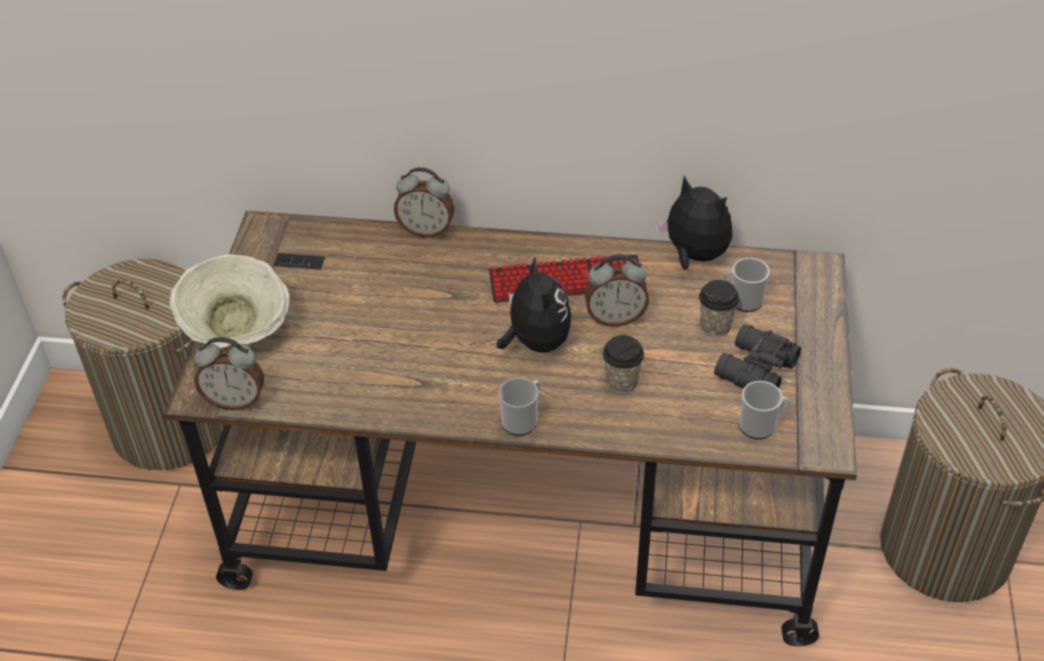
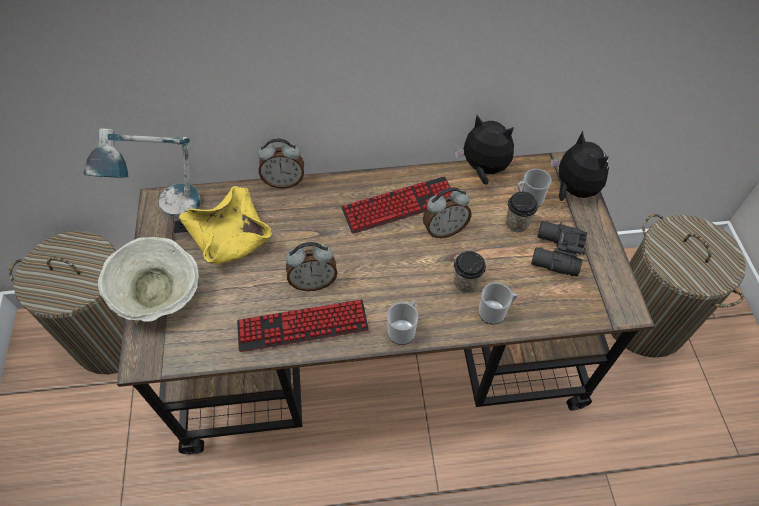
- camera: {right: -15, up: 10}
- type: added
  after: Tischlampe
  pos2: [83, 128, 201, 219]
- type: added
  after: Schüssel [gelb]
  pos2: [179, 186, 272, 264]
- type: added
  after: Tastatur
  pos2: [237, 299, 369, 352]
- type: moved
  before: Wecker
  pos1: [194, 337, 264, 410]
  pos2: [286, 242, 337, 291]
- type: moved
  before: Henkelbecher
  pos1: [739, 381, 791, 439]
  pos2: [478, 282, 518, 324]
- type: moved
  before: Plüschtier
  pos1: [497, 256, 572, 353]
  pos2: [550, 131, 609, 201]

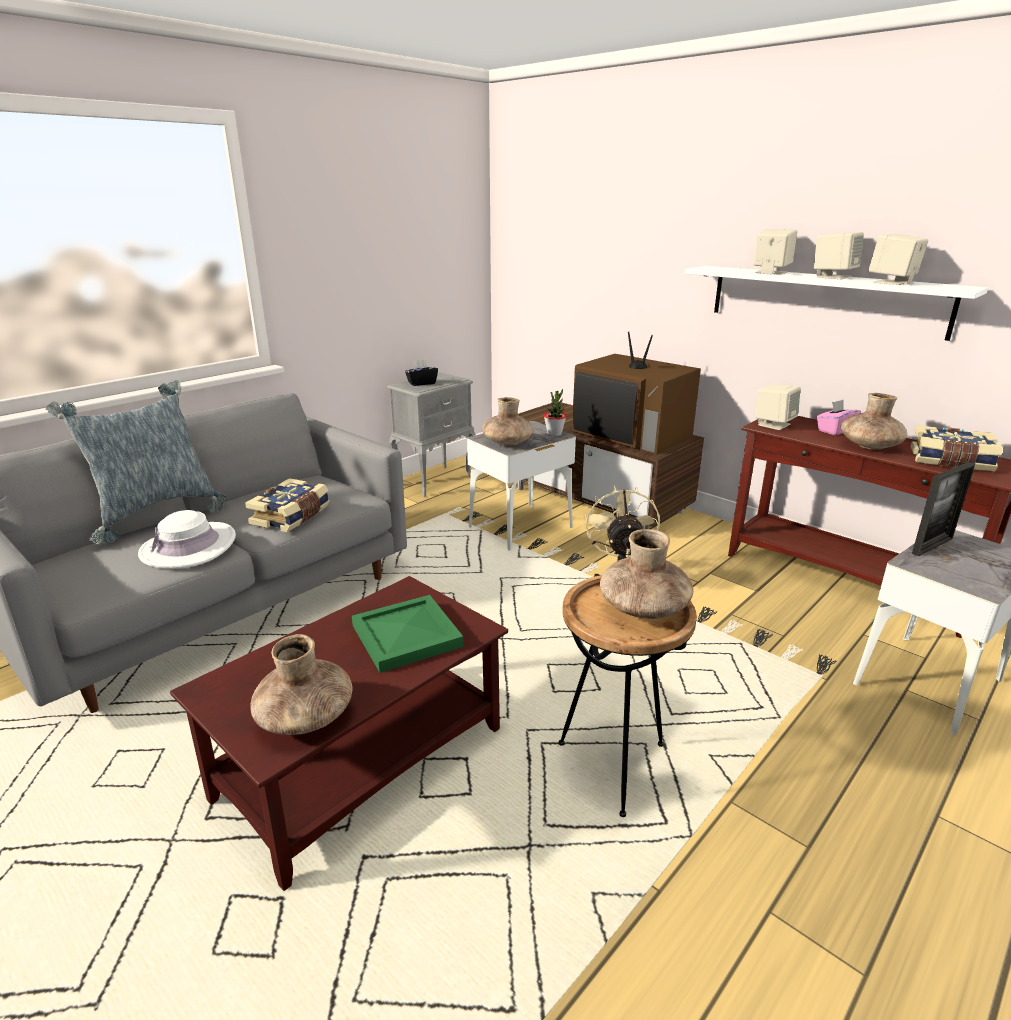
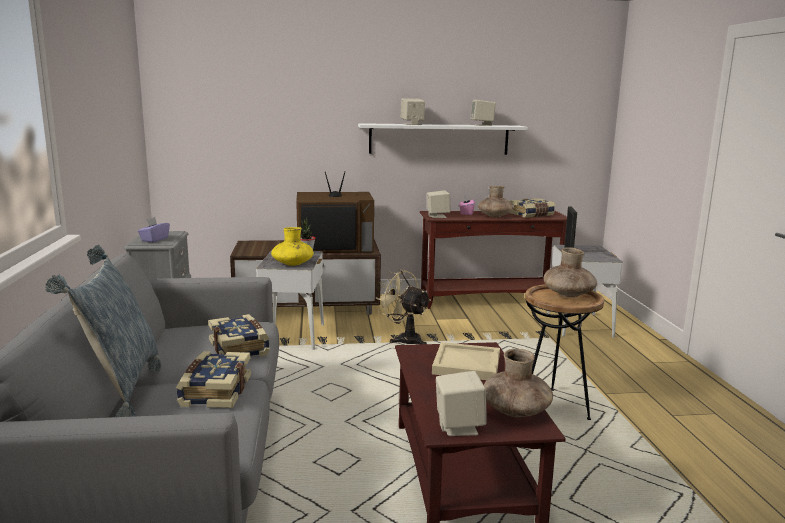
- camera: {right: -50, up: -10}
- type: recoloured
  before: Taschentuchbox [schwarz]
  after: Taschentuchbox [lila]
  pos1: [405, 359, 438, 386]
  pos2: [138, 217, 170, 242]
- type: replaced
  before: Hut [weiß]
  after: Buch
  pos1: [138, 510, 236, 569]
  pos2: [176, 351, 251, 408]
- type: recoloured
  before: Vase [braun]
  after: Vase [gelb]
  pos1: [482, 397, 533, 446]
  pos2: [271, 227, 314, 266]
- type: recoloured
  before: Tablett [grün]
  after: Tablett [beige]
  pos1: [352, 595, 464, 673]
  pos2: [432, 342, 500, 380]
- type: moved
  before: Lautsprecher [beige]
  pos1: [814, 232, 864, 279]
  pos2: [436, 371, 487, 436]

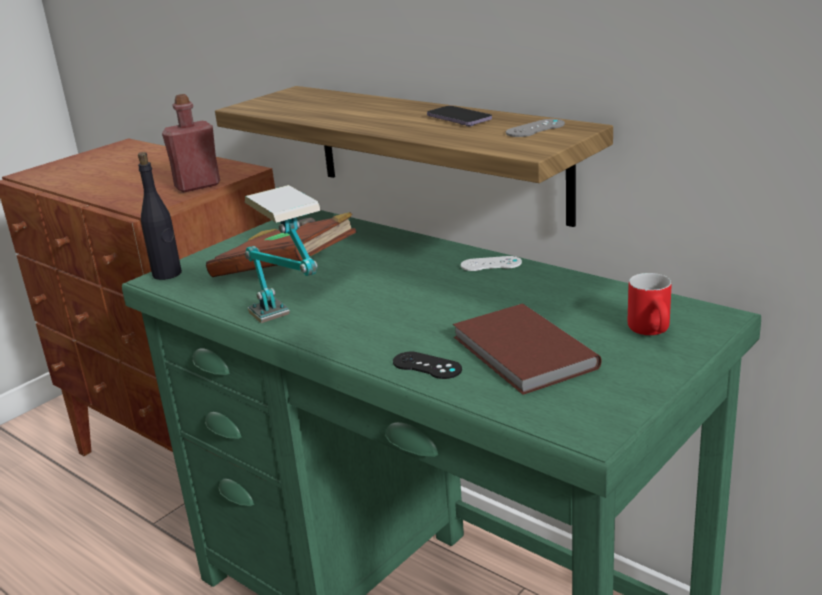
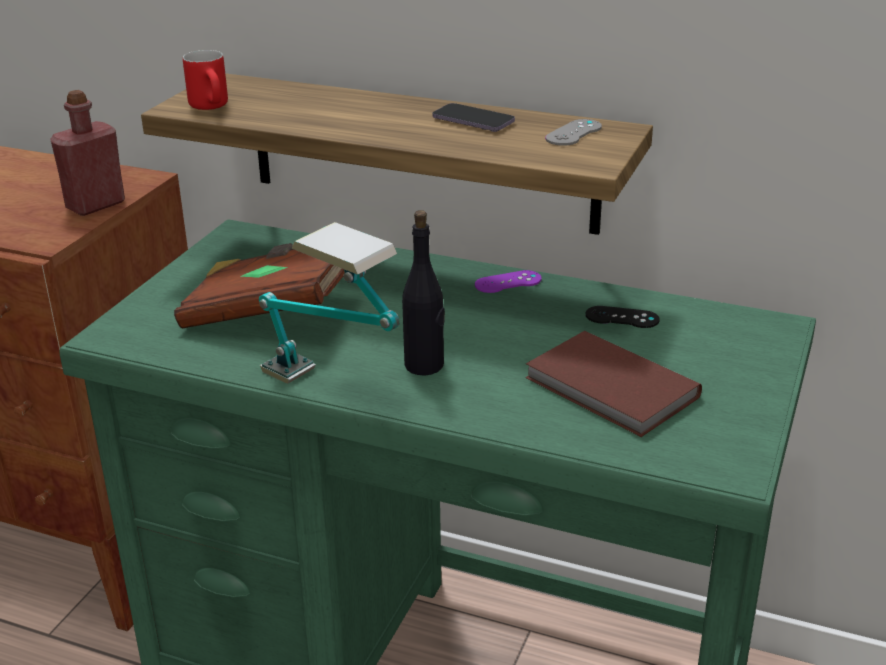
- camera: {right: -20, up: 5}
- type: moved
  before: Henkelbecher [rot]
  pos1: [628, 273, 671, 335]
  pos2: [183, 50, 228, 110]
- type: moved
  before: Flasche [schwarz]
  pos1: [138, 152, 182, 280]
  pos2: [402, 210, 445, 376]
- type: recoloured
  before: Gamepad [weiß]
  after: Gamepad [lila]
  pos1: [461, 256, 522, 271]
  pos2: [475, 270, 542, 293]
- type: moved
  before: Gamepad [schwarz]
  pos1: [393, 352, 462, 379]
  pos2: [586, 306, 660, 328]

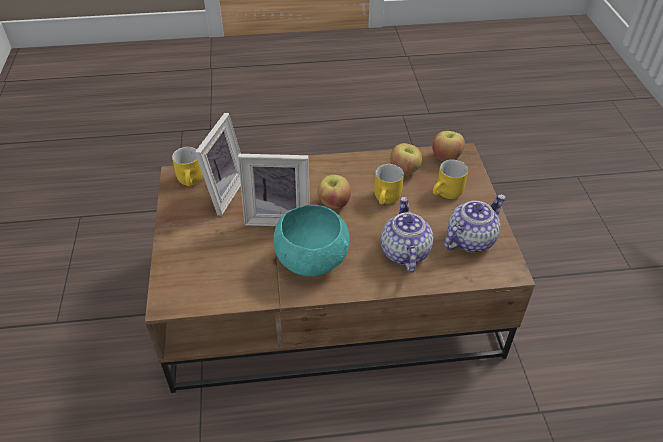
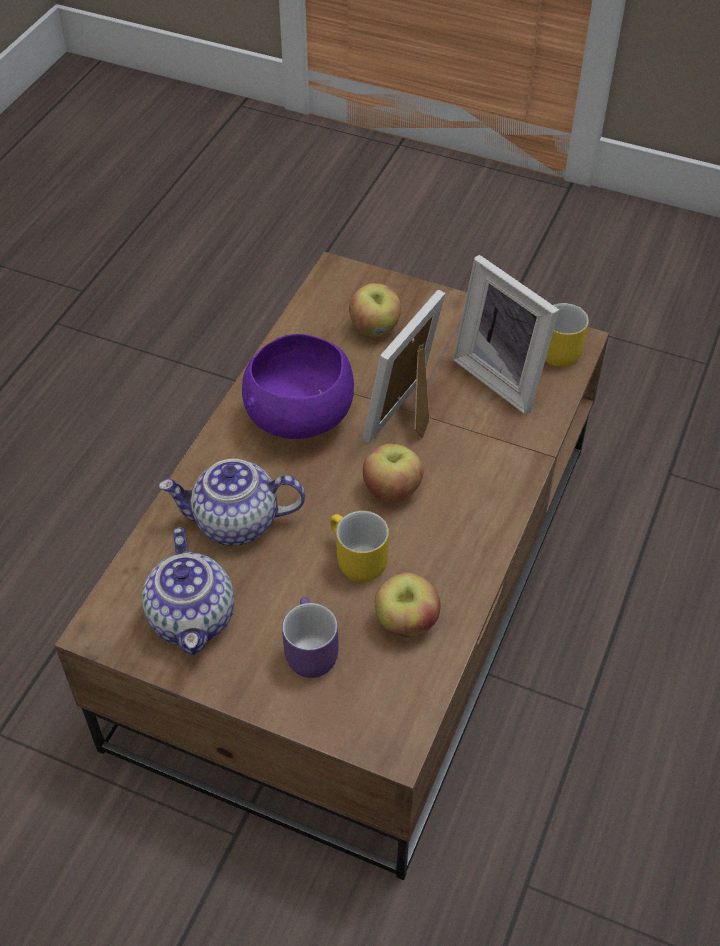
- camera: {right: 120, up: 5}
- type: turned
  before: Teekanne
  pos1: [381, 197, 433, 273]
  pos2: [159, 459, 305, 546]
  turn: 150
- type: recoloured
  before: Schüssel [türkis]
  after: Schüssel [lila]
  pos1: [273, 205, 350, 277]
  pos2: [242, 334, 354, 439]
- type: recoloured
  before: Henkelbecher [gelb]
  after: Henkelbecher [lila]
  pos1: [433, 160, 468, 199]
  pos2: [282, 597, 339, 678]
- type: moved
  before: Apfel
  pos1: [432, 131, 465, 161]
  pos2: [349, 283, 401, 336]

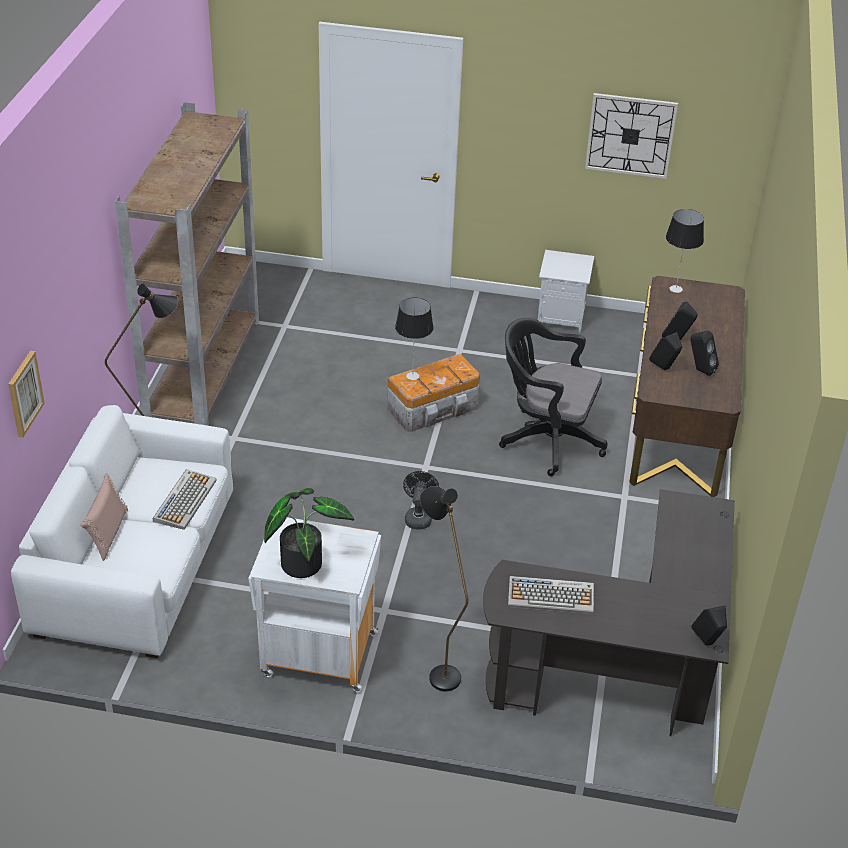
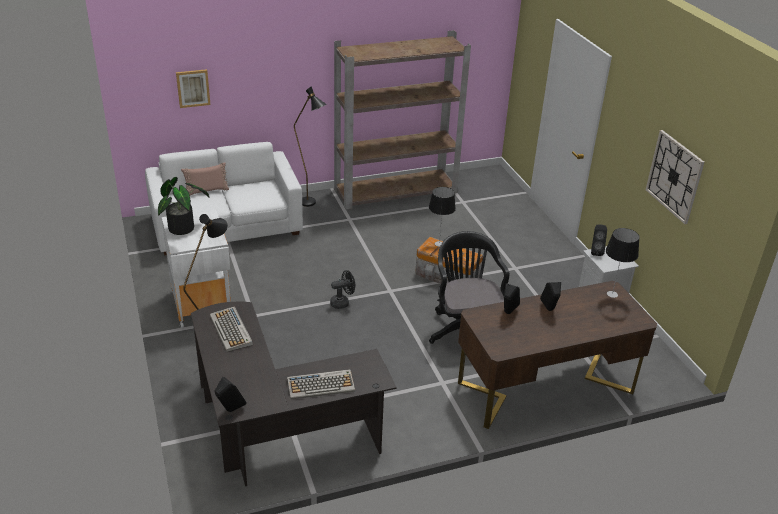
- camera: {right: 60, up: -5}
- type: moved
  before: Tastatur
  pos1: [153, 469, 216, 530]
  pos2: [287, 369, 355, 400]
- type: moved
  before: Lautsprecher [schwarz]
  pos1: [690, 331, 719, 376]
  pos2: [591, 224, 607, 256]

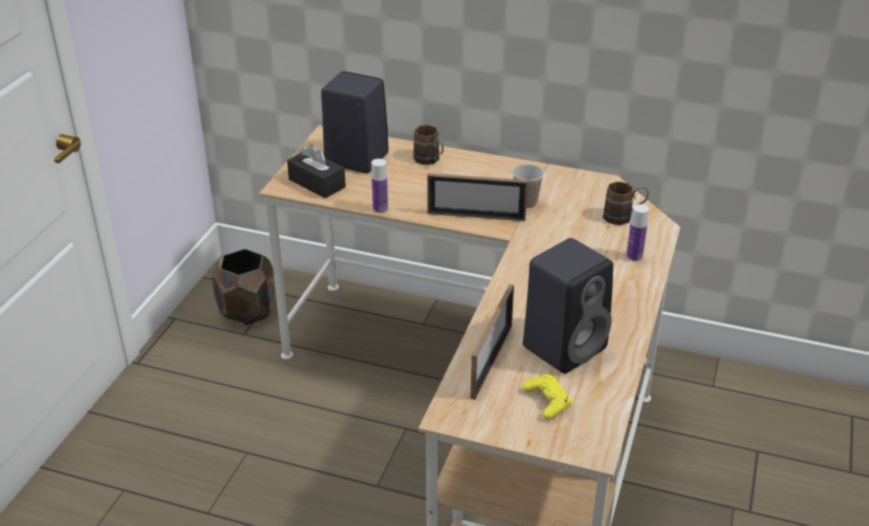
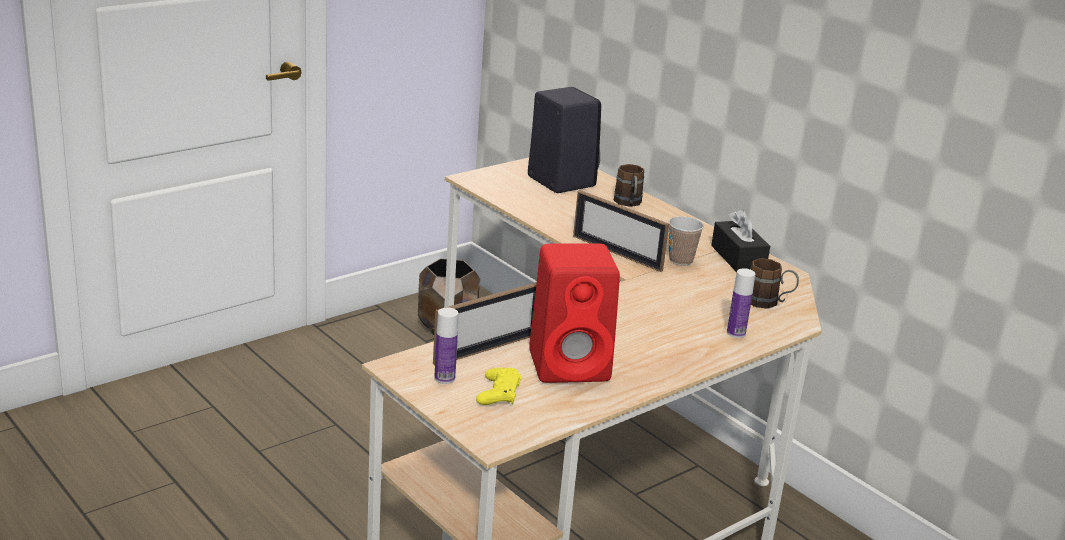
- camera: {right: 30, up: -10}
- type: moved
  before: Flasche
  pos1: [371, 159, 388, 213]
  pos2: [434, 308, 458, 384]
- type: recoloured
  before: Lautsprecher [schwarz]
  after: Lautsprecher [rot]
  pos1: [523, 238, 613, 374]
  pos2: [529, 244, 620, 383]
- type: moved
  before: Taschentuchbox [schwarz]
  pos1: [287, 144, 346, 198]
  pos2: [711, 209, 770, 272]

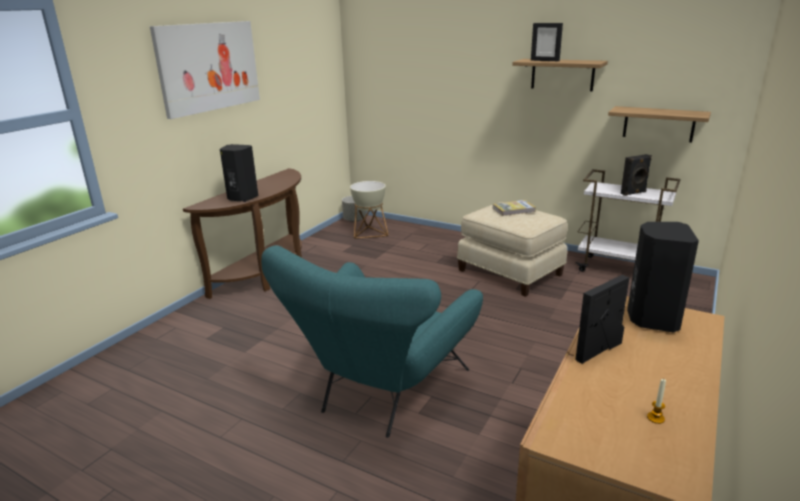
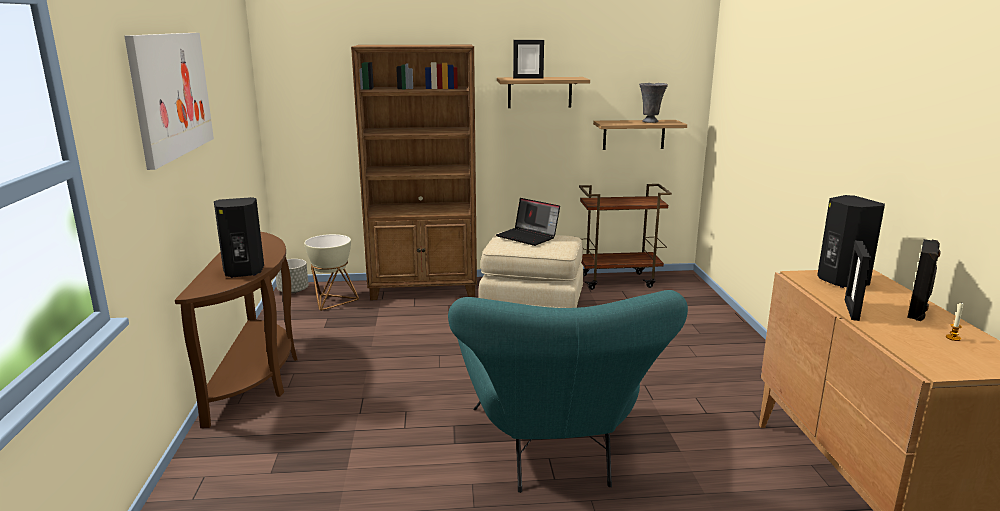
- camera: {right: -35, up: -5}
- type: added
  after: Bücherregal [braun]
  pos2: [351, 45, 477, 300]
- type: replaced
  before: Buch
  after: Laptop
  pos1: [493, 200, 536, 216]
  pos2: [496, 198, 560, 246]
- type: recoloured
  before: Rollwagen [weiß]
  after: Rollwagen [braun]
  pos1: [575, 169, 681, 271]
  pos2: [579, 184, 672, 290]
- type: added
  after: Vase [grau]
  pos2: [639, 83, 668, 123]
- type: moved
  before: Lautsprecher [schwarz]
  pos1: [621, 154, 652, 196]
  pos2: [907, 239, 941, 321]

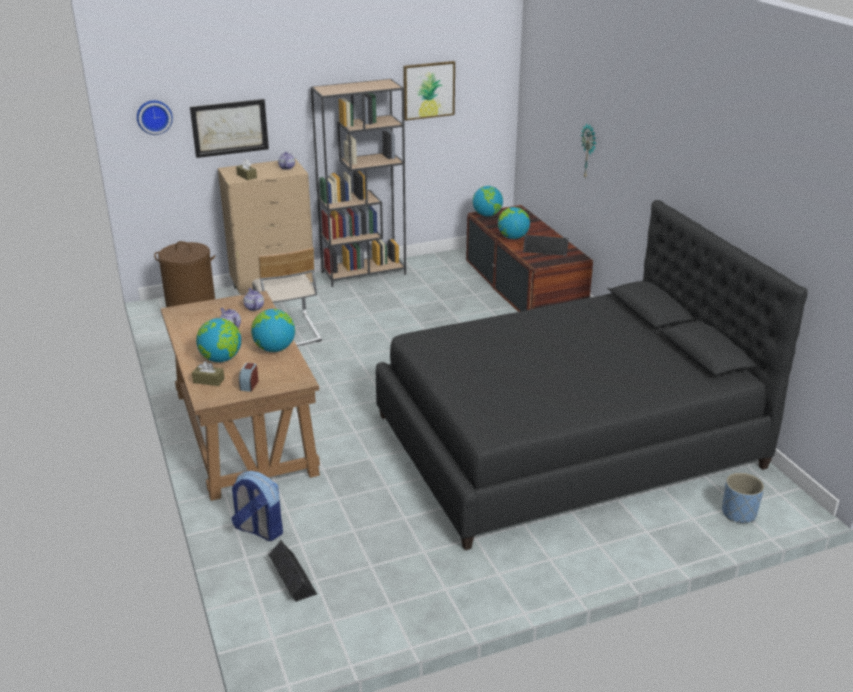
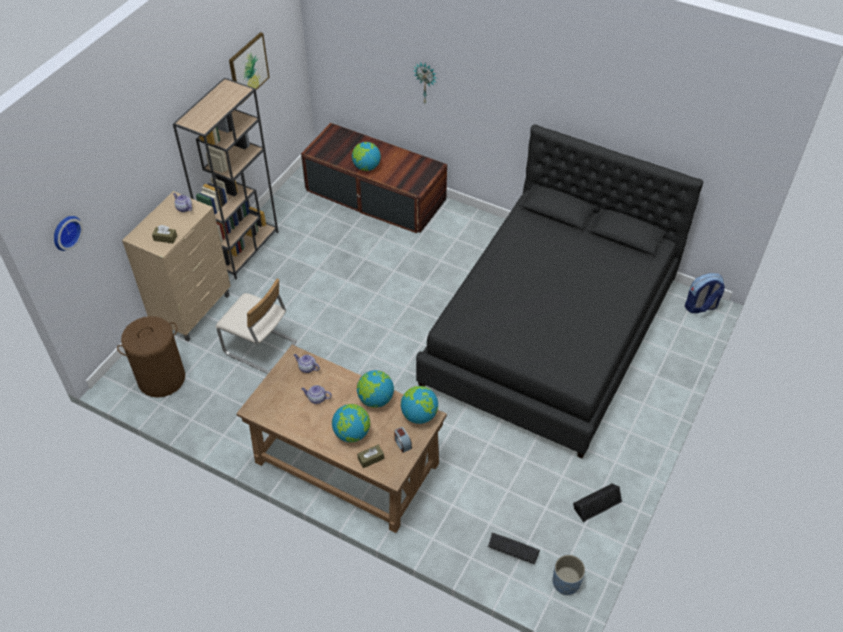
- camera: {right: -40, up: 20}
- type: moved
  before: Globus
  pos1: [473, 186, 503, 217]
  pos2: [401, 386, 438, 424]
- type: moved
  before: Pflanzkübel [blau]
  pos1: [722, 473, 764, 523]
  pos2: [553, 555, 585, 595]
- type: moved
  before: Lautsprecher [schwarz]
  pos1: [523, 234, 568, 256]
  pos2: [573, 483, 622, 522]
- type: moved
  before: Rucksack
  pos1: [231, 471, 283, 541]
  pos2: [685, 273, 725, 313]
- type: removed
  before: Bild
  pos1: [190, 99, 269, 158]

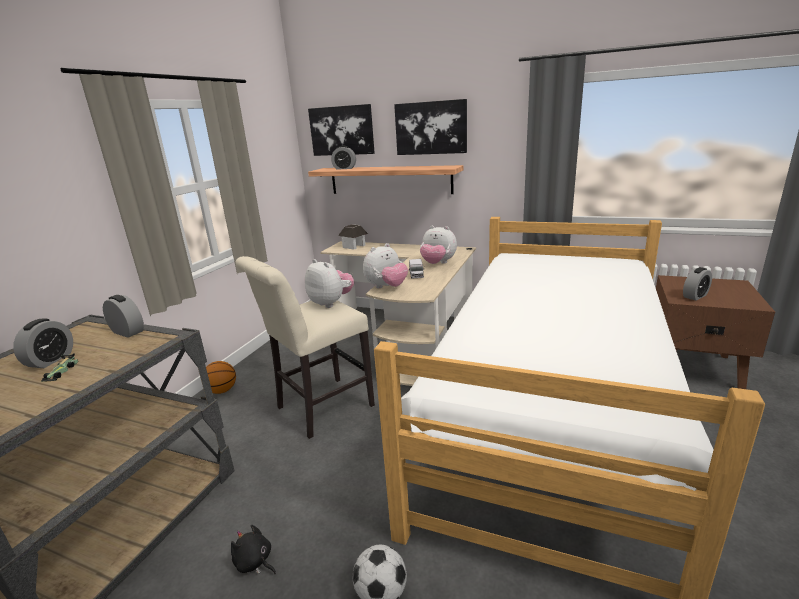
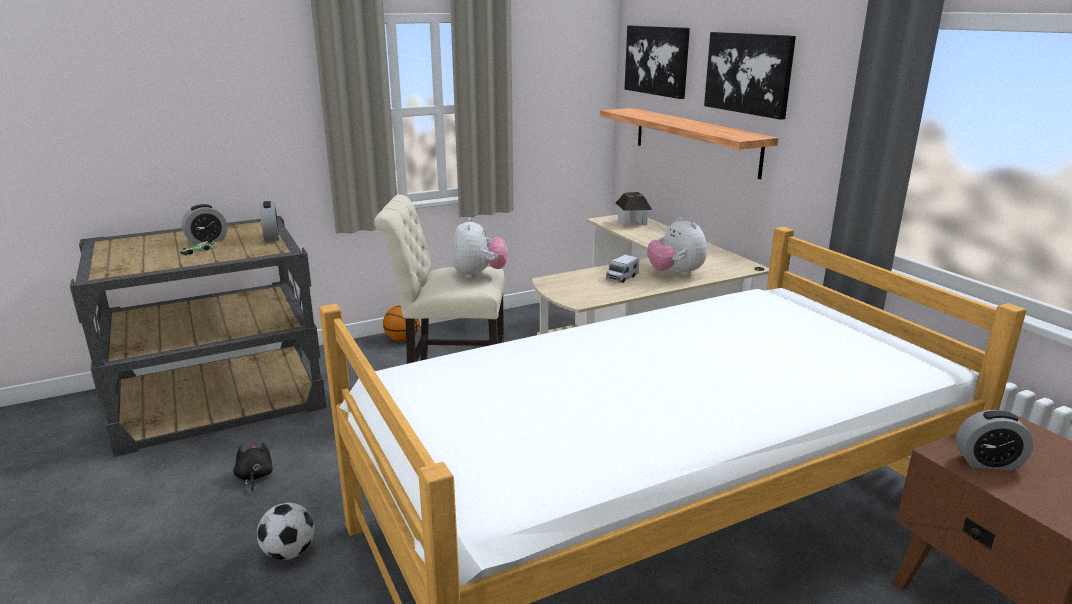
- camera: {right: 40, up: 0}
- type: removed
  before: Wecker
  pos1: [331, 146, 356, 170]
- type: removed
  before: Plüschtier
  pos1: [363, 243, 408, 289]

